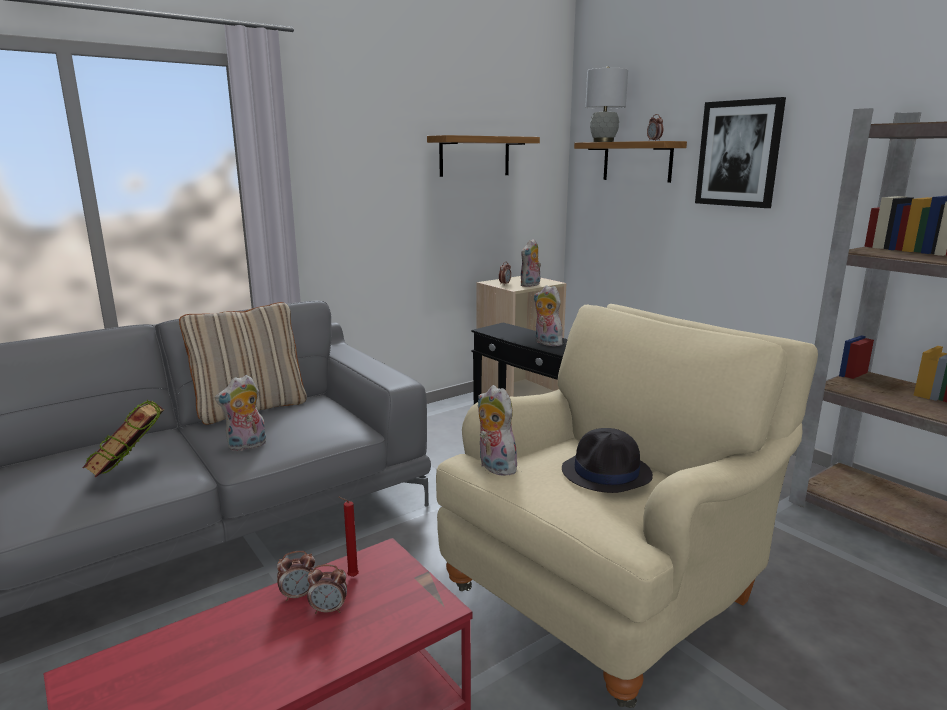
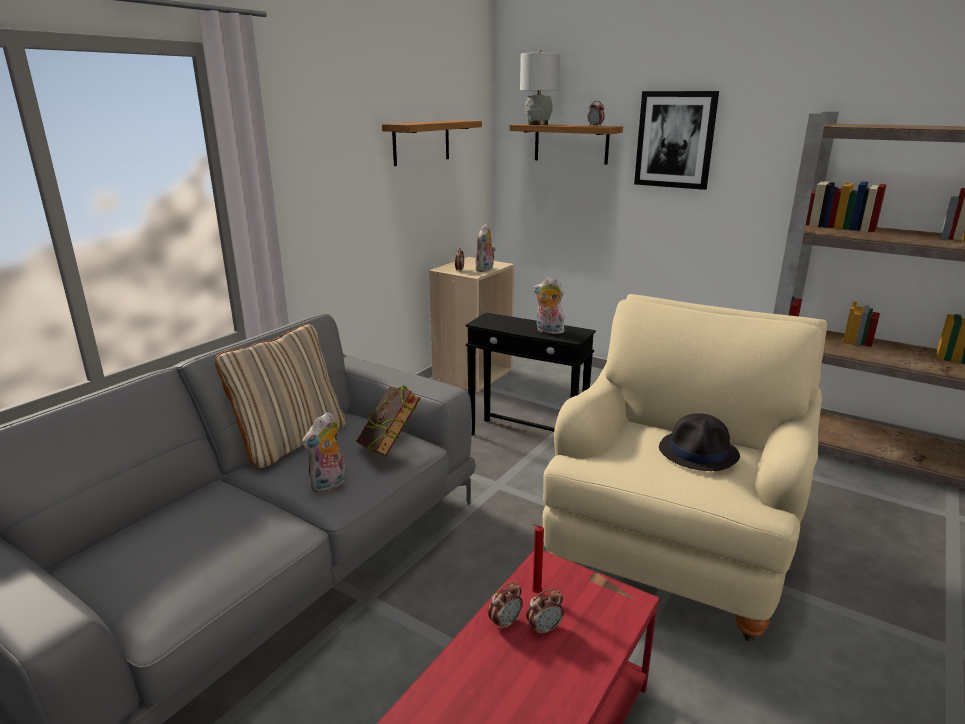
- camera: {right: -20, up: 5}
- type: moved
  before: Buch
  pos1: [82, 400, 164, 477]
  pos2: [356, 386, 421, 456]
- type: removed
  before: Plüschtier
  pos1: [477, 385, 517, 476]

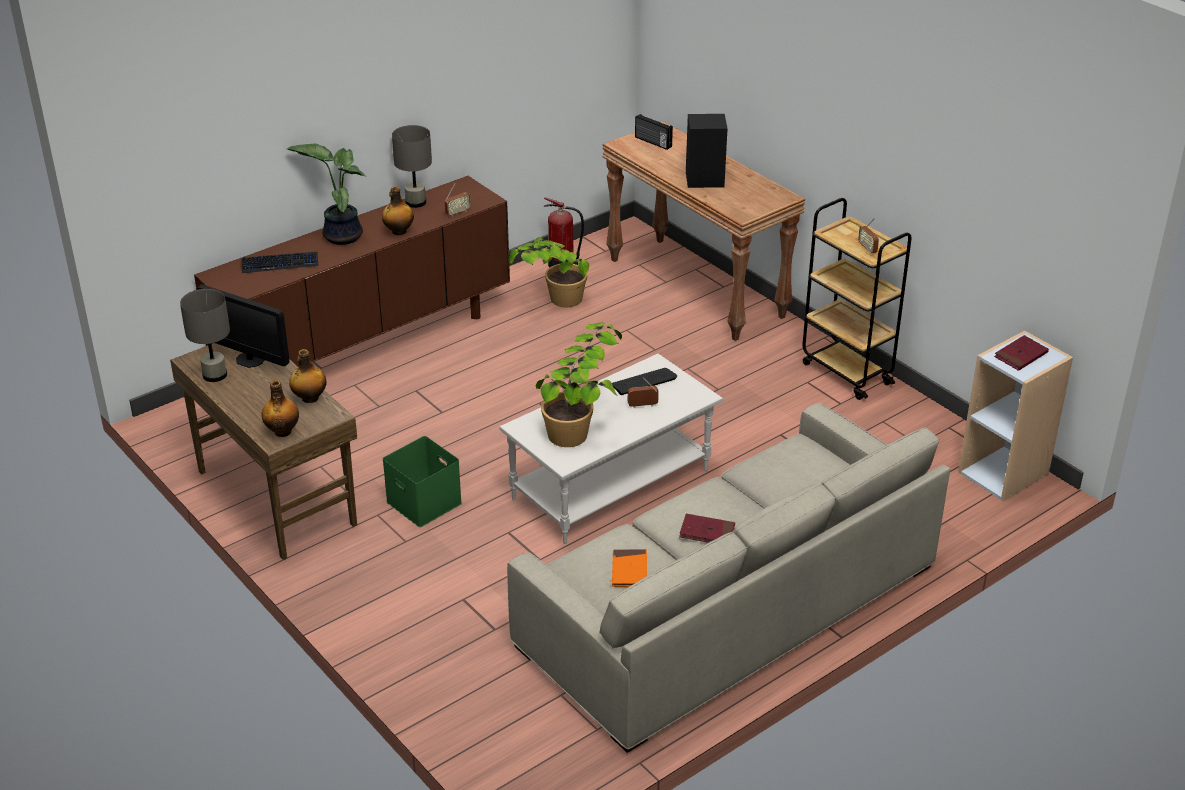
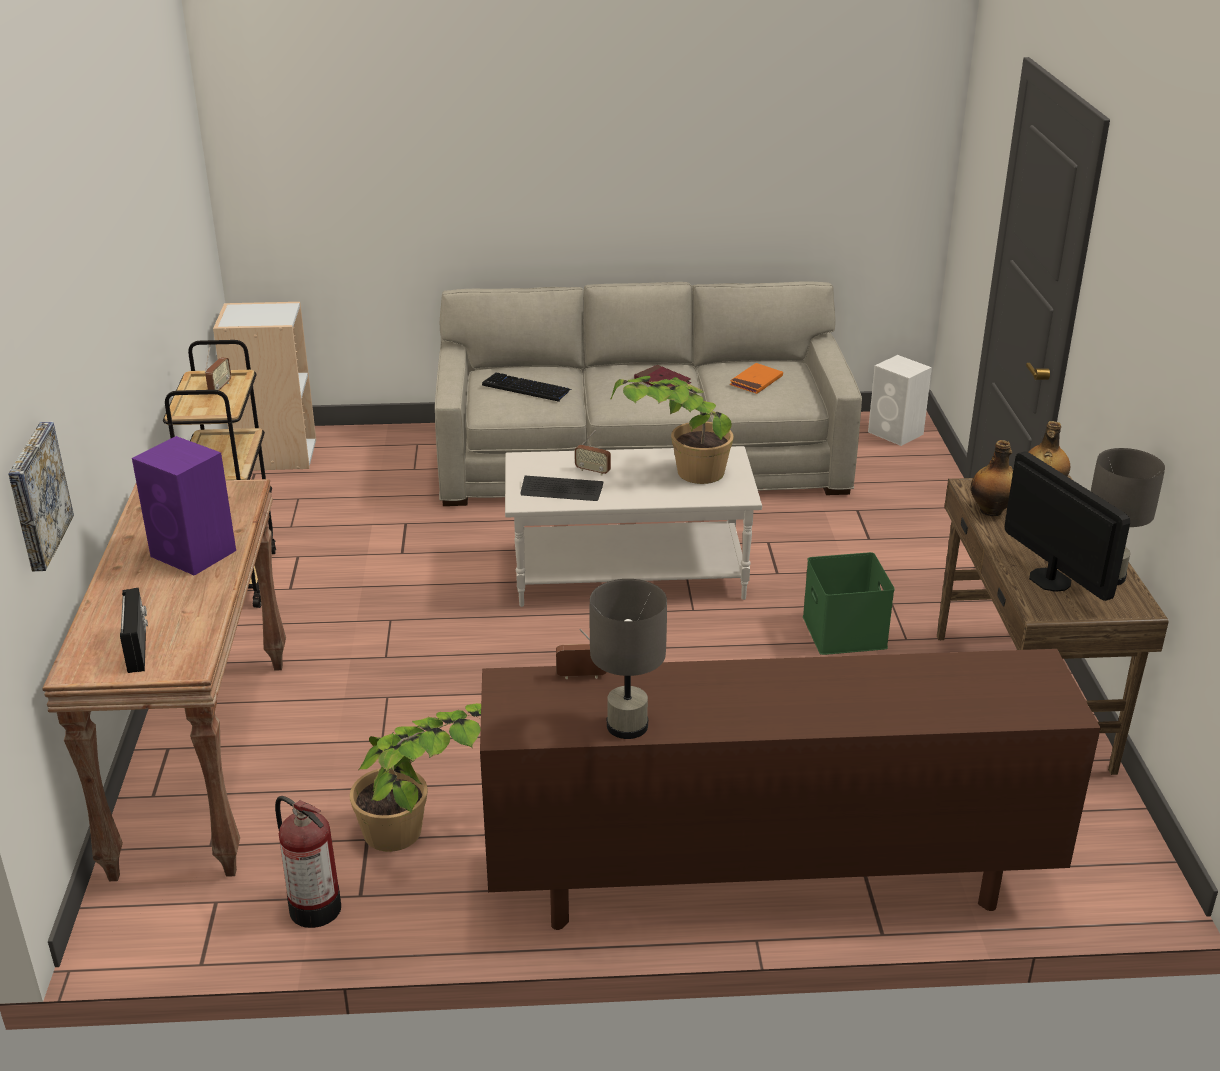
- camera: {right: -145, up: -5}
- type: added
  after: Bild
  pos2: [8, 422, 74, 571]
- type: recoloured
  before: Lautsprecher [schwarz]
  after: Lautsprecher [lila]
  pos1: [686, 114, 728, 188]
  pos2: [132, 436, 236, 576]
- type: moved
  before: Tastatur
  pos1: [241, 252, 319, 273]
  pos2: [482, 372, 572, 402]
- type: added
  after: Lautsprecher [weiß]
  pos2: [868, 355, 932, 446]
- type: removed
  before: Topfpflanze
  pos1: [287, 144, 366, 245]
- type: removed
  before: Flasche
  pos1: [382, 186, 414, 235]
- type: removed
  before: Buch [rot]
  pos1: [994, 335, 1049, 371]

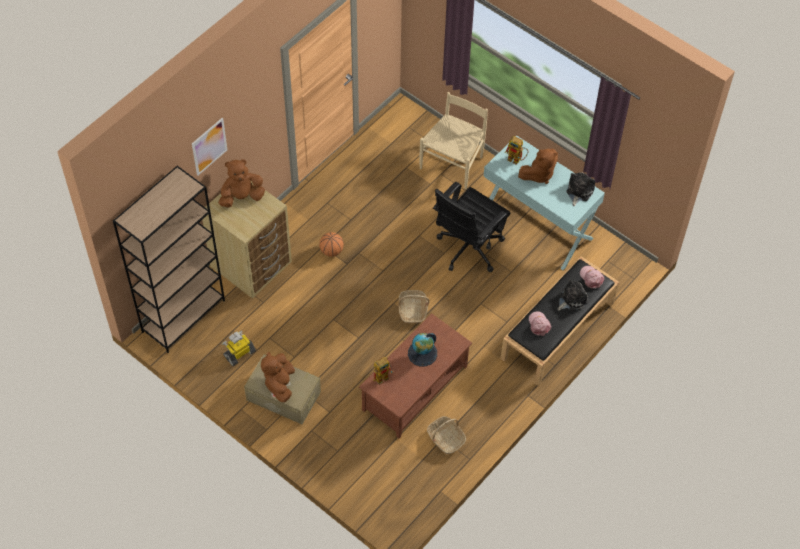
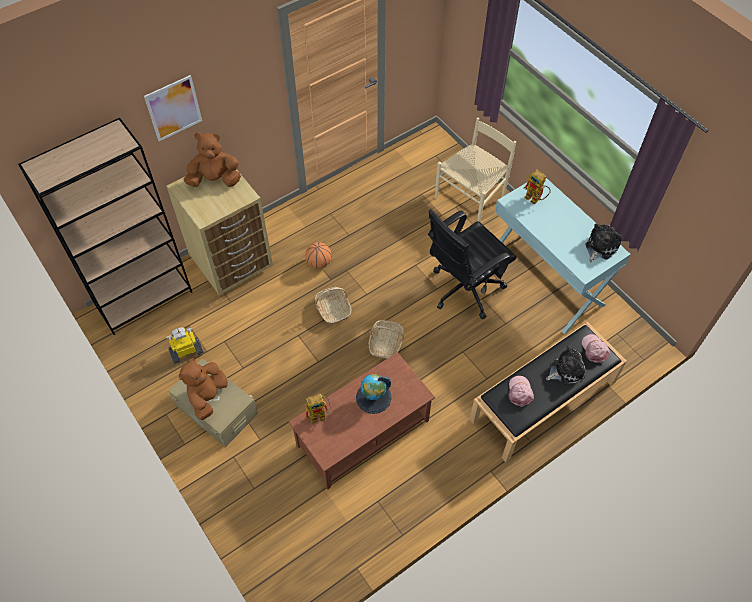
- camera: {right: 15, up: 0}
- type: moved
  before: Korb
  pos1: [427, 416, 466, 454]
  pos2: [315, 287, 351, 325]
- type: removed
  before: Plüschtier [braun]
  pos1: [518, 149, 558, 184]

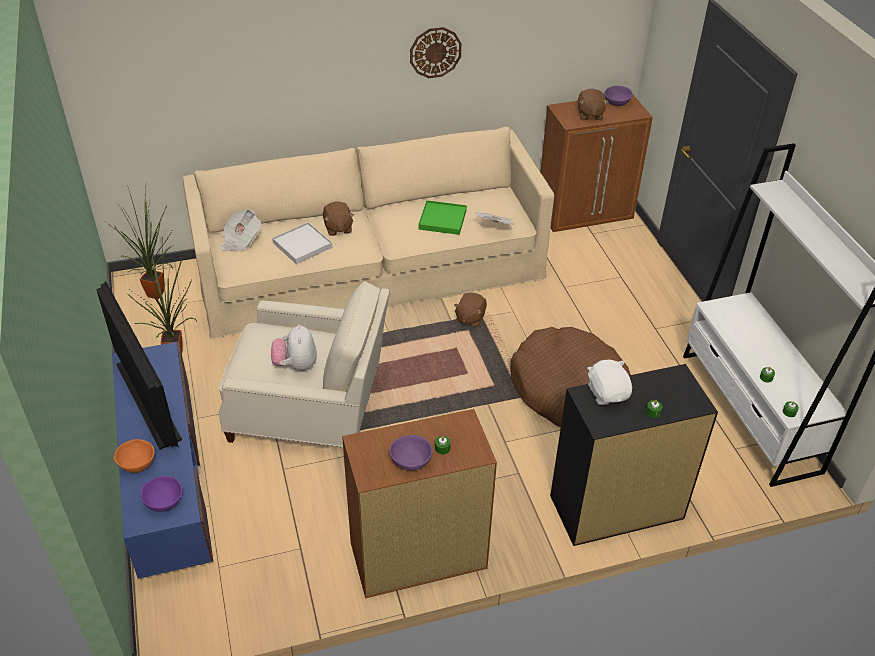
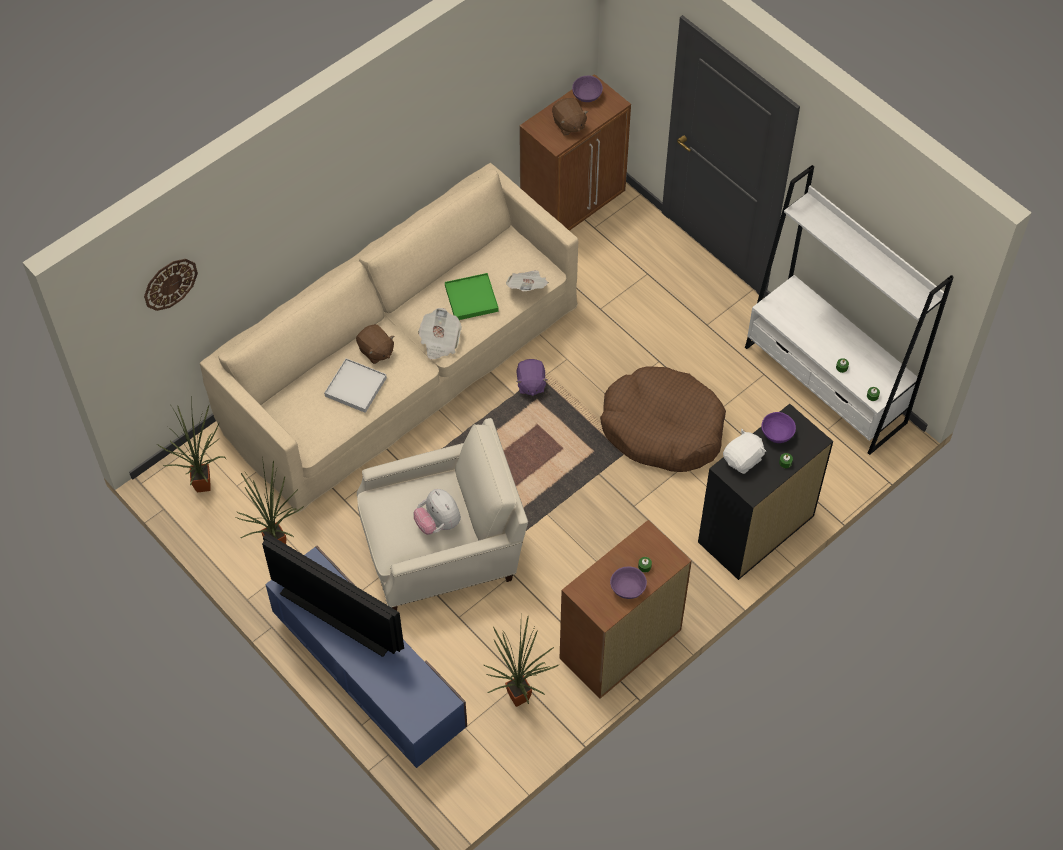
- camera: {right: -25, up: 15}
- type: moved
  before: Wanduhr
  pos1: [410, 27, 462, 78]
  pos2: [144, 259, 198, 311]
- type: moved
  before: Zeitung
  pos1: [221, 209, 261, 252]
  pos2: [418, 308, 462, 360]
- type: added
  after: Topfpflanze
  pos2: [484, 616, 560, 707]
- type: recoloured
  before: Plüschtier [braun]
  after: Plüschtier [lila]
  pos1: [454, 292, 487, 327]
  pos2: [516, 359, 547, 396]
- type: turned
  before: Plüschtier [weiß]
  pos1: [587, 360, 632, 405]
  pos2: [723, 429, 766, 474]
  turn: 90
- type: moved
  before: Schüssel [lila]
  pos1: [141, 476, 182, 512]
  pos2: [761, 412, 796, 443]
- type: removed
  before: Schüssel [orange]
  pos1: [114, 439, 155, 473]

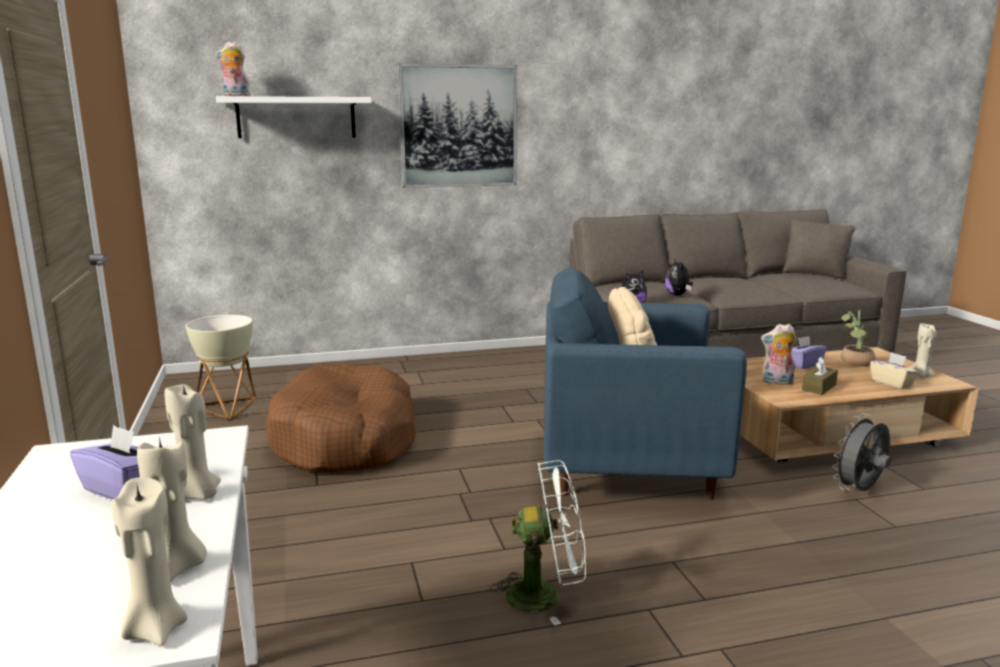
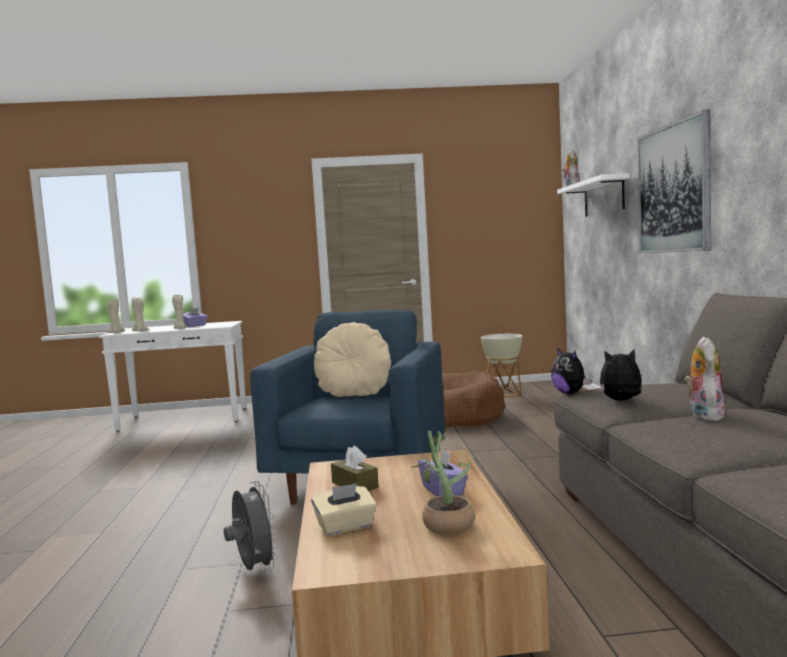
- camera: {right: 100, up: -10}
- type: moved
  before: Plüschtier
  pos1: [761, 324, 796, 385]
  pos2: [684, 337, 725, 421]
- type: removed
  before: Ventilator [weiß]
  pos1: [490, 460, 586, 625]
- type: removed
  before: Kerze [beige]
  pos1: [909, 323, 936, 378]

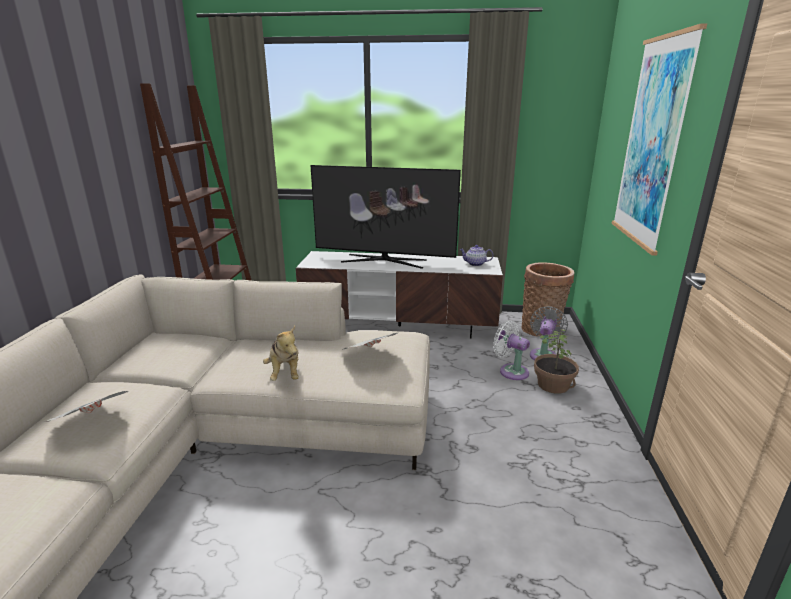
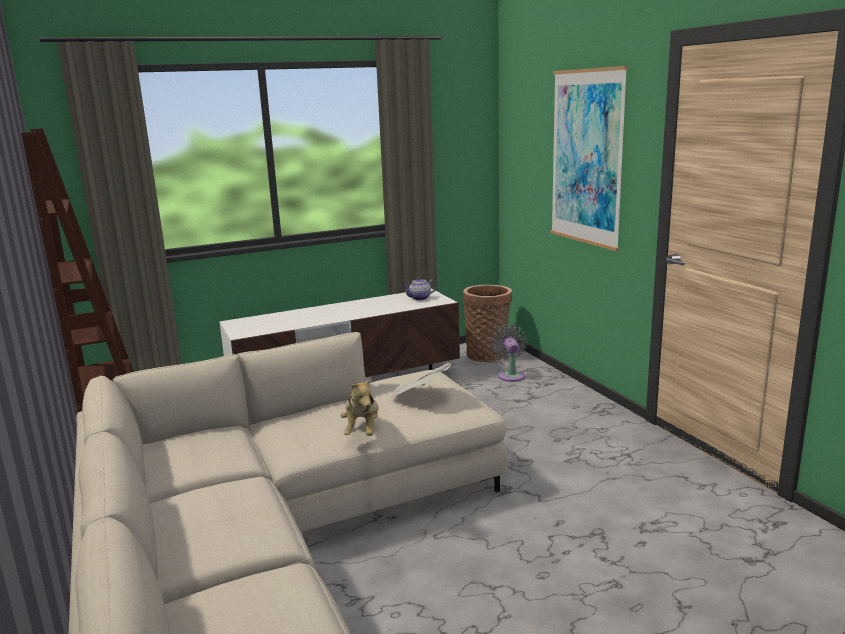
- camera: {right: -30, up: -5}
- type: turned
  before: Plüschtier
  pos1: [263, 326, 299, 381]
  pos2: [340, 377, 379, 436]
  turn: 45
- type: removed
  before: Zeitung
  pos1: [44, 391, 129, 422]
- type: removed
  before: Fernseher
  pos1: [310, 165, 461, 269]
- type: removed
  before: Ventilator [weiß]
  pos1: [493, 320, 530, 380]
- type: removed
  before: Topfpflanze
  pos1: [534, 330, 579, 394]

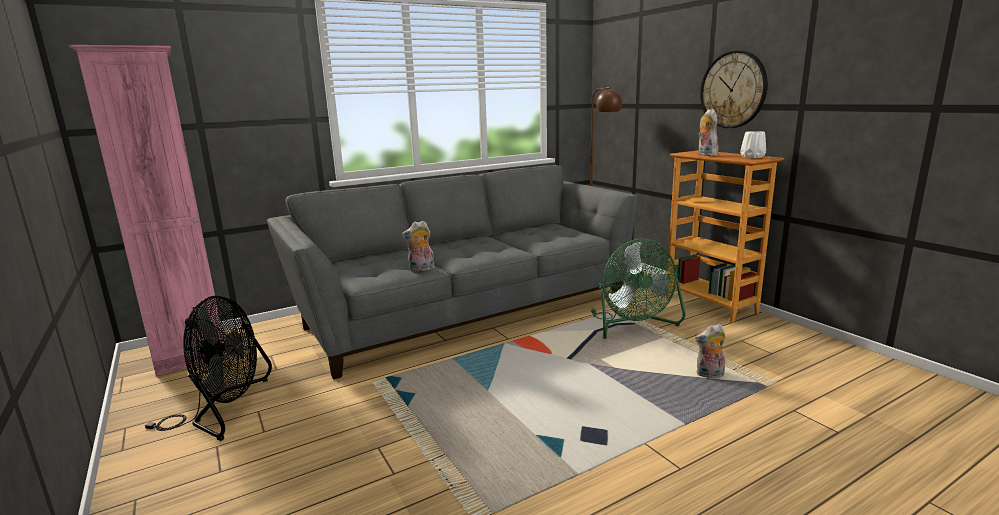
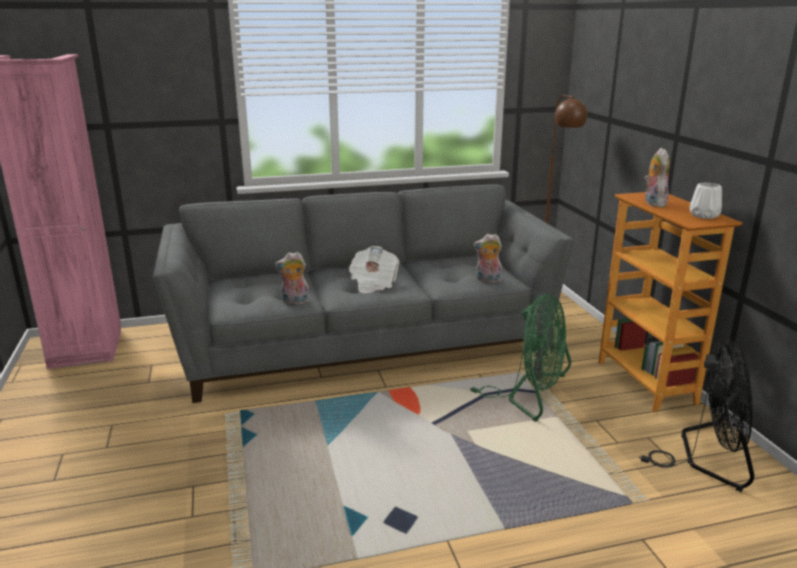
- camera: {right: 15, up: 5}
- type: added
  after: Zeitung
  pos2: [349, 246, 400, 293]
- type: turned
  before: Ventilator [grün]
  pos1: [591, 239, 686, 339]
  pos2: [471, 294, 571, 422]
  turn: -60
- type: moved
  before: Plüschtier
  pos1: [695, 324, 726, 378]
  pos2: [473, 234, 502, 283]
- type: moved
  before: Ventilator [schwarz]
  pos1: [145, 296, 272, 441]
  pos2: [639, 338, 754, 492]
- type: removed
  before: Wanduhr
  pos1: [700, 50, 768, 128]

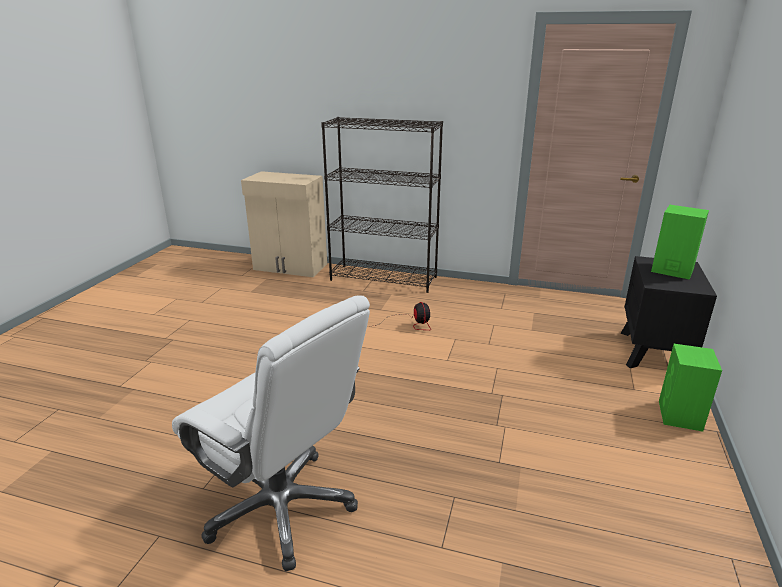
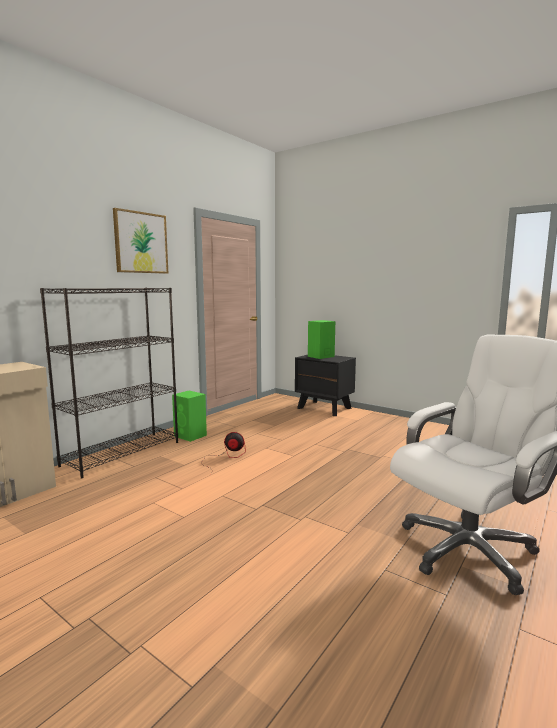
- camera: {right: -70, up: -15}
- type: added
  after: Bild
  pos2: [113, 208, 168, 274]
- type: moved
  before: Lautsprecher [grün]
  pos1: [659, 344, 722, 432]
  pos2: [172, 391, 207, 442]

